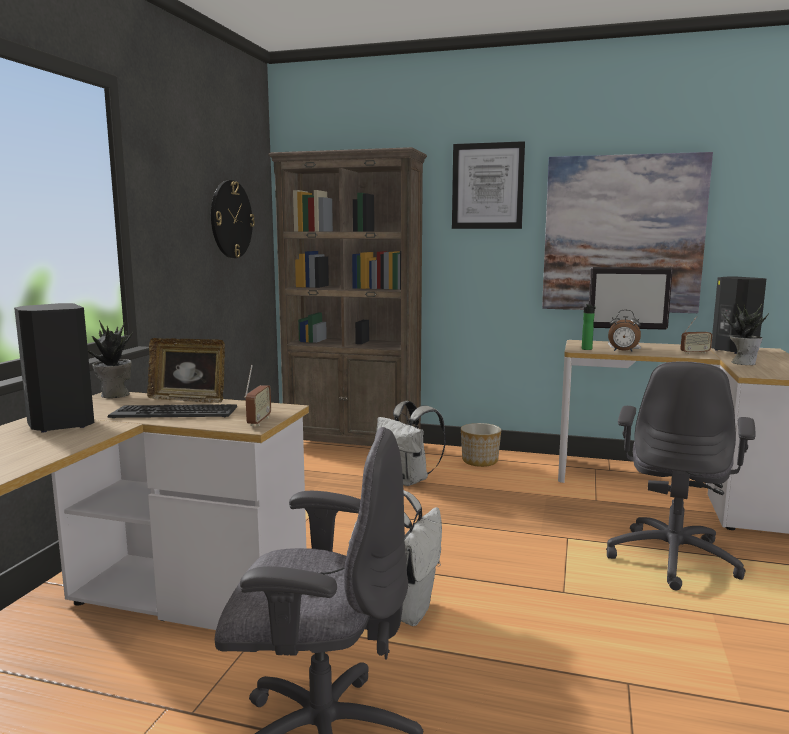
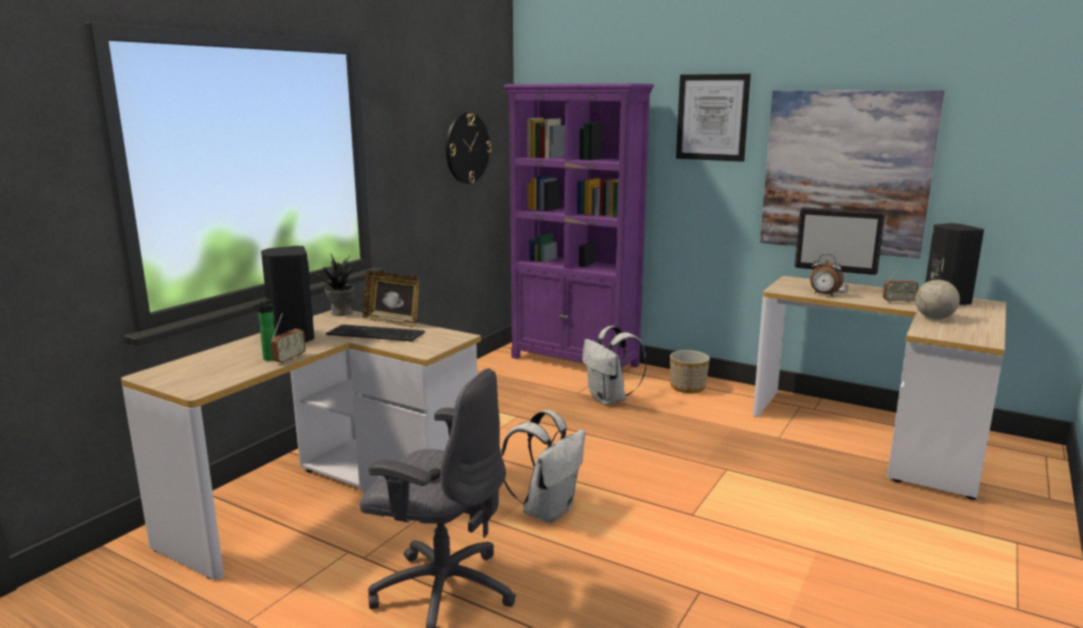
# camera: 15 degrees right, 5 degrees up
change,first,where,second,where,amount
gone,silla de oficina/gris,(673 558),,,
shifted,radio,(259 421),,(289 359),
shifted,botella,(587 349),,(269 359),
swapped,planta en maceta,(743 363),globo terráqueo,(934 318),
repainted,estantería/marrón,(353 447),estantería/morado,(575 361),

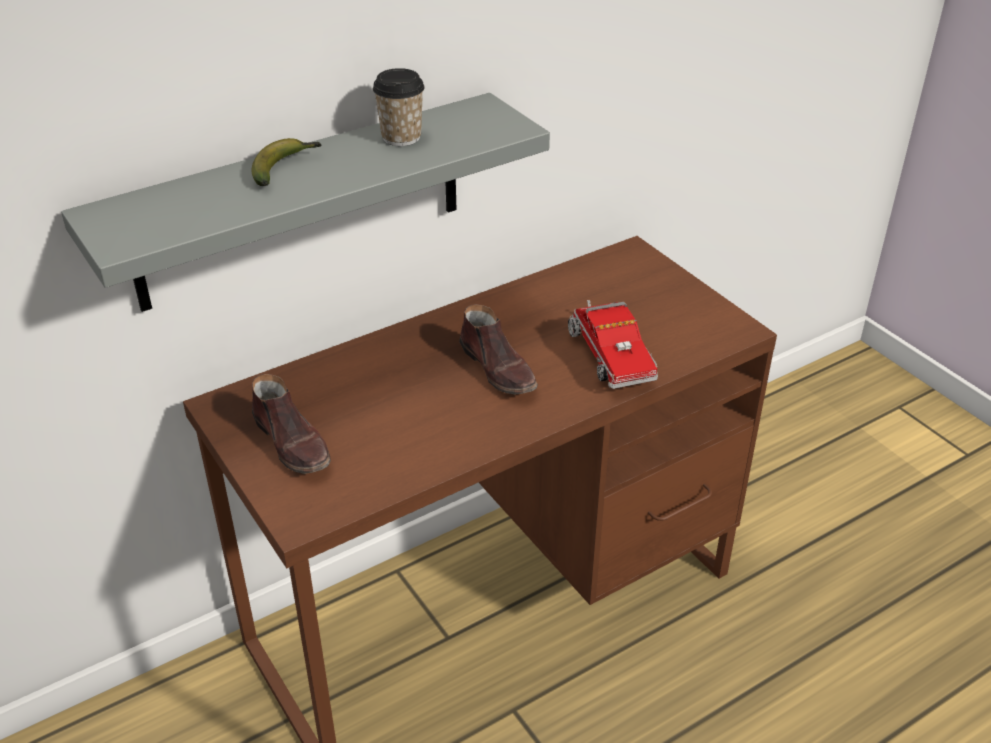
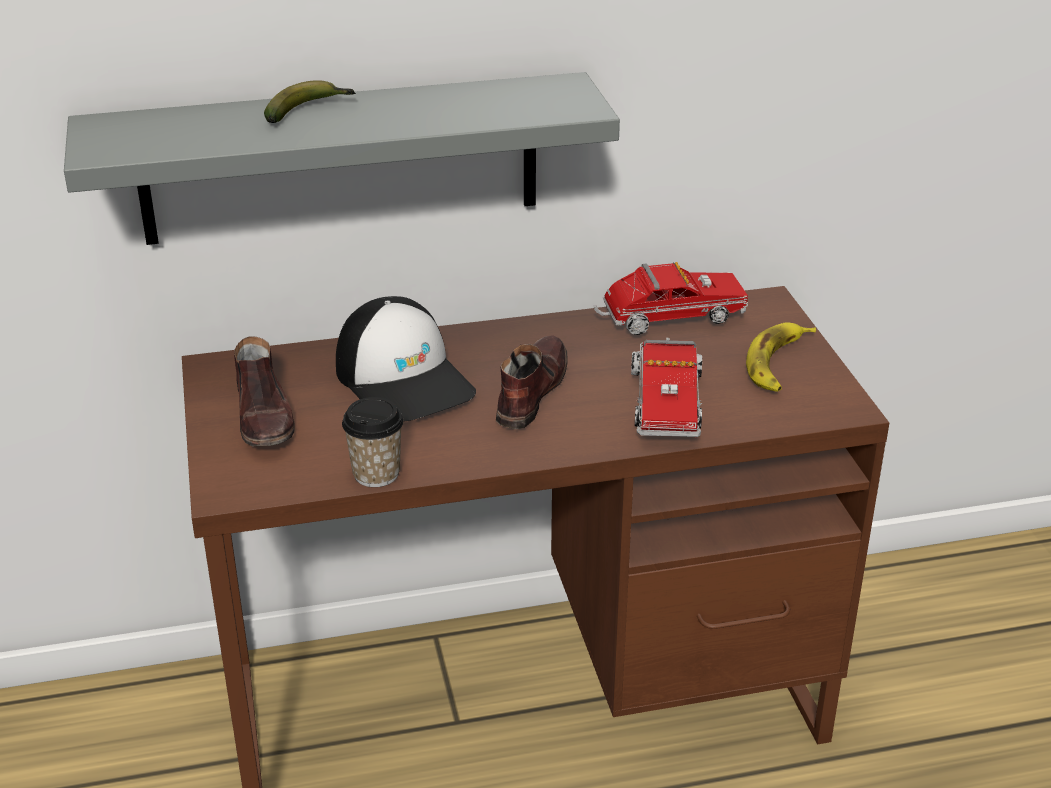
# camera: 20 degrees right, 5 degrees down
change,first,where,second,where,amount
new,,,gorra,(405 380),
new,,,camión de juguete,(666 319),
new,,,plátano,(778 364),
shifted,taza,(401 137),,(376 474),
rotated,zapato/marrón,(499 369),,(530 392),150 degrees counterclockwise

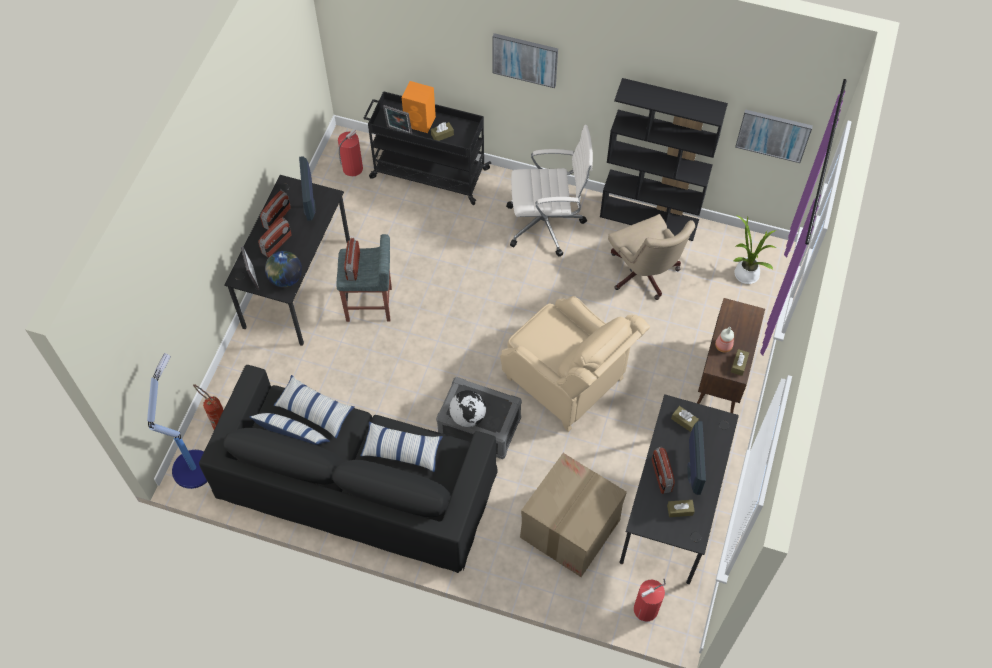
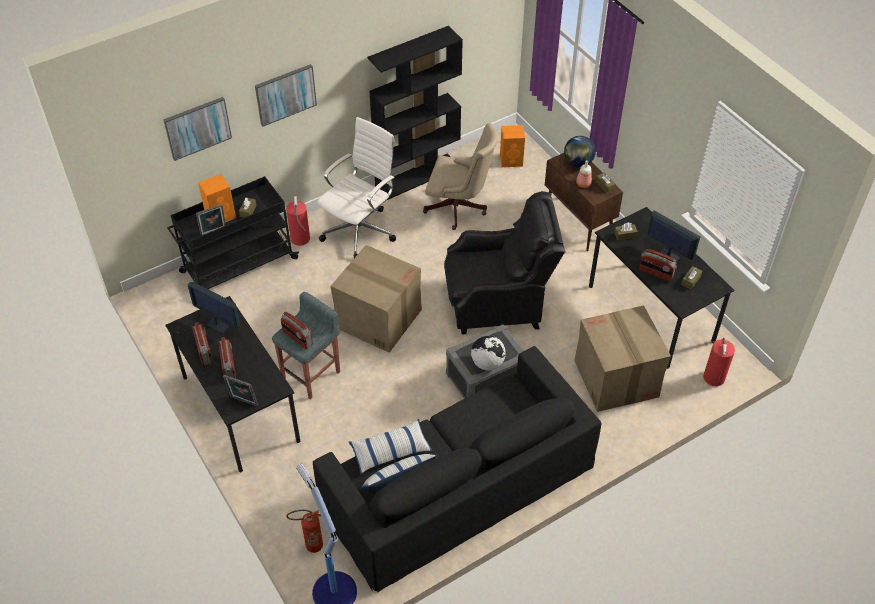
# camera: 50 degrees left, 10 degrees down
change,first,where,second,where,amount
gone,cojín,(402 450),,,
new,,,caja de cartón,(378 318),
shifted,globo terráqueo,(285 279),,(578 163),
shifted,extintor,(352 169),,(300 239),
shifted,cuadro,(773 135),,(197 127),
swapped,planta en maceta,(745 273),altavoz/naranja,(512 160),
repainted,sillón/beis,(567 381),sillón/negro,(498 303),

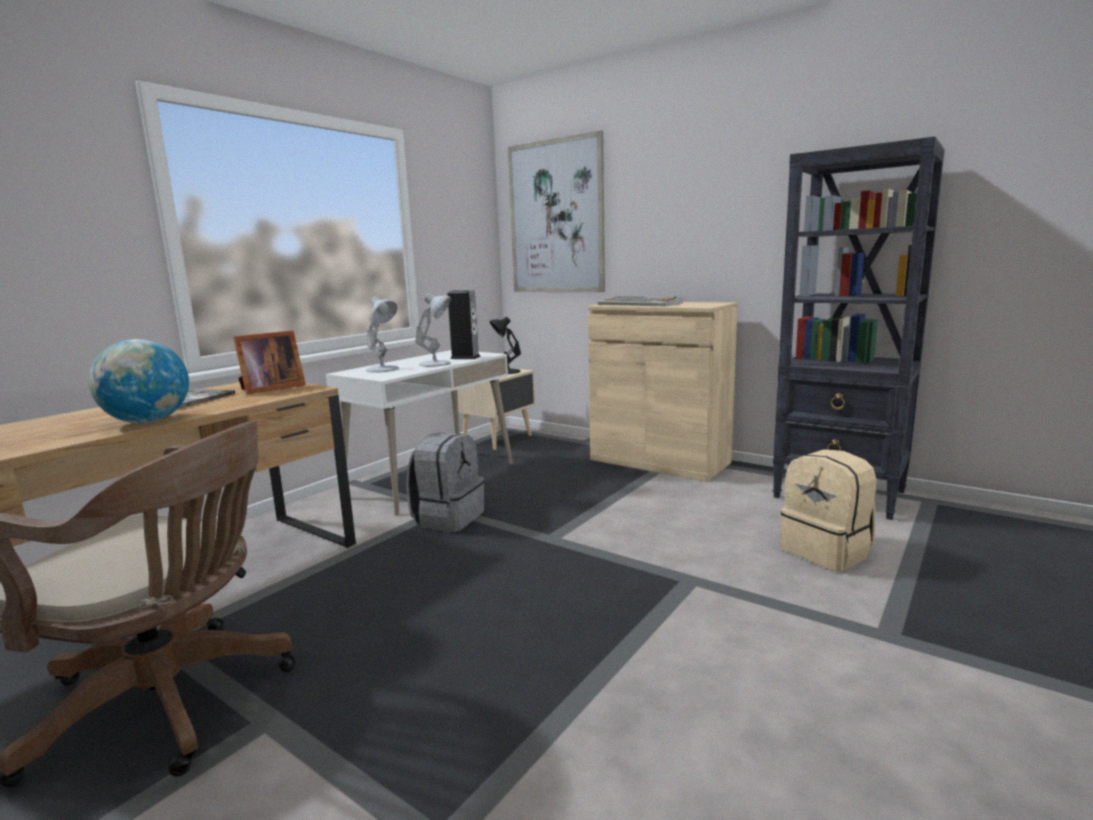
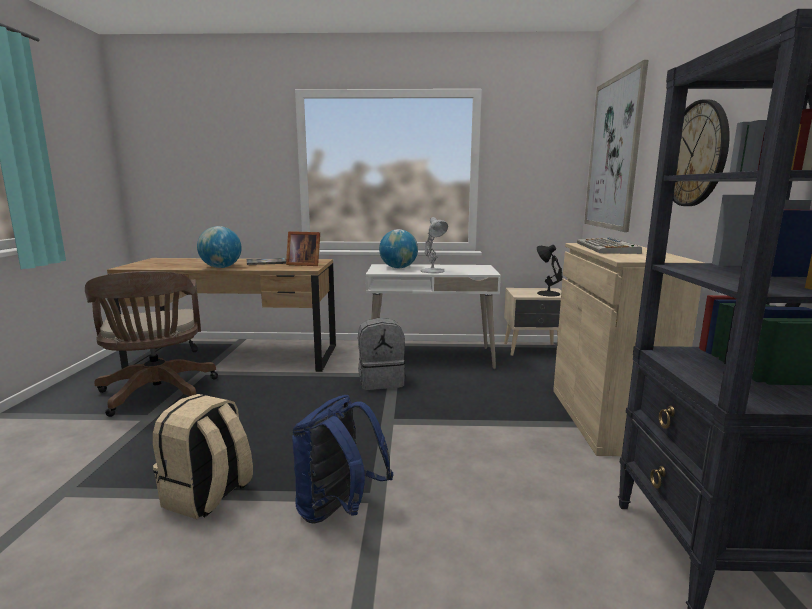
# camera: 55 degrees right, 0 degrees up
change,first,where,second,where,amount
gone,altavoz,(465 357),,,
new,,,mochila/azul,(338 510),
new,,,reloj de pared,(696 154),
shifted,mochila/beis,(827 551),,(208 496),
swapped,lámpara de mesa/blanco,(383 369),globo terráqueo,(398 268),

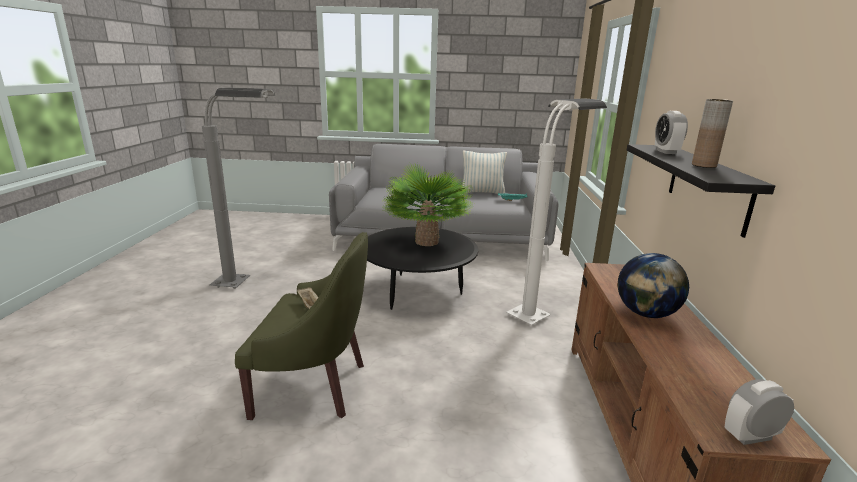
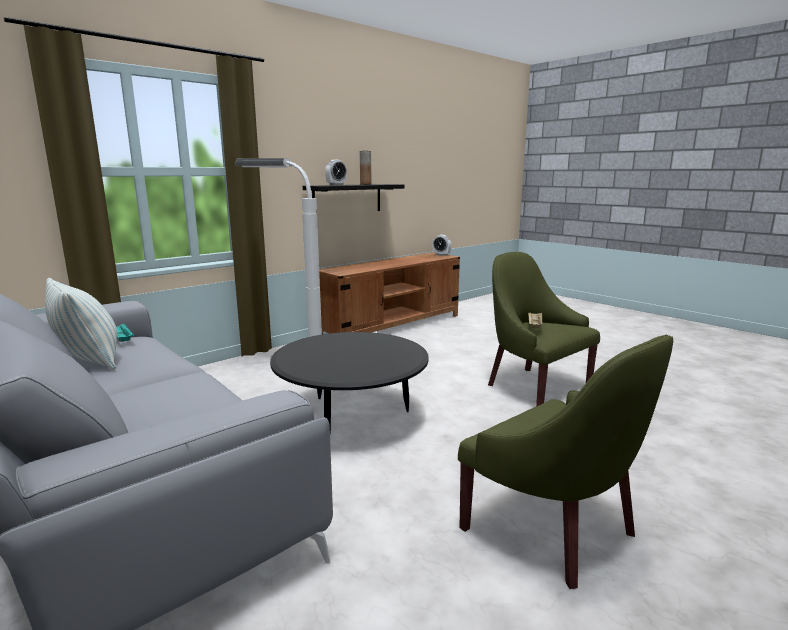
# camera: 135 degrees left, 5 degrees down
change,first,where,second,where,amount
gone,planta en maceta,(426 242),,,
gone,globo terráqueo,(646 313),,,
swapped,lámpara de pie/gris,(250 284),sillón/verde,(554 528),

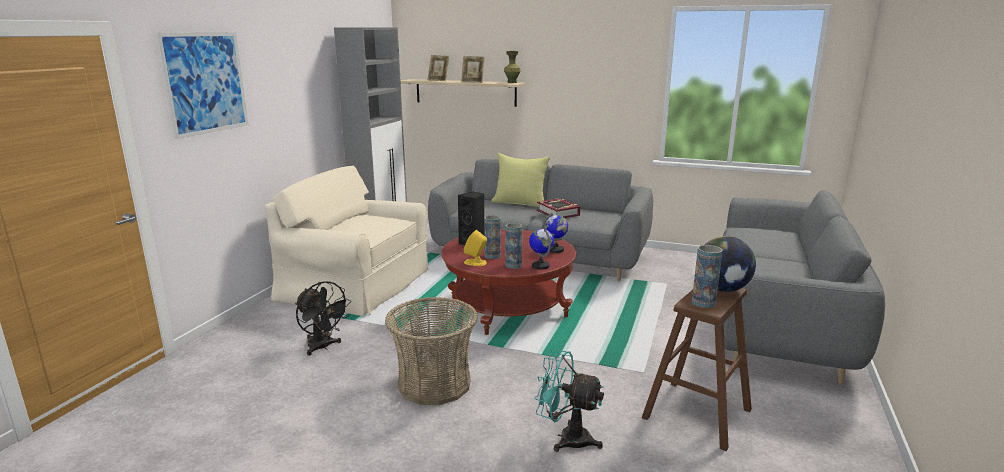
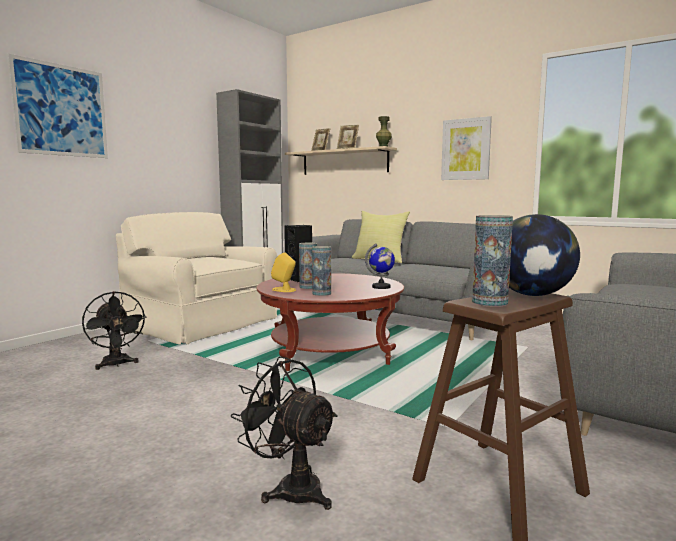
# camera: 15 degrees right, 10 degrees down
change,first,where,second,where,amount
gone,cesta,(434 384),,,
gone,globo terráqueo,(540 266),,,
gone,libro,(558 213),,,
new,,,cuadro,(466 149),
repainted,ventilador/turquesa,(566 438),ventilador/negro,(291 488),

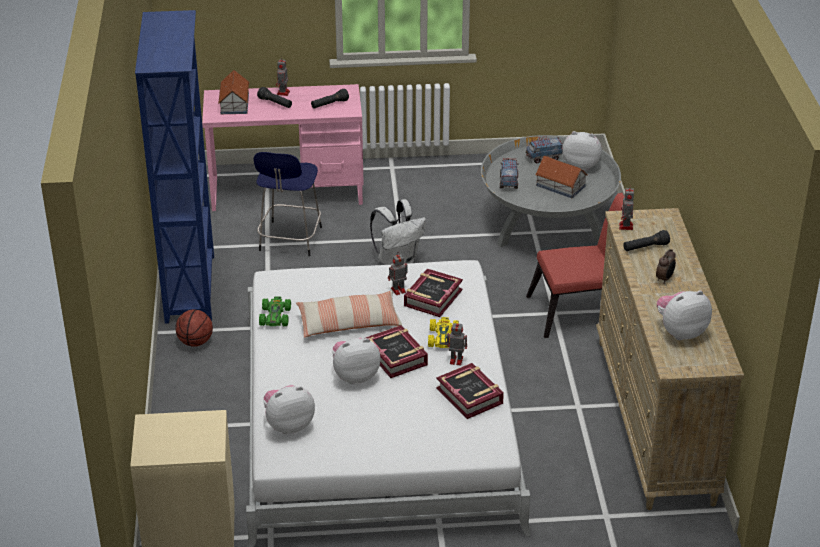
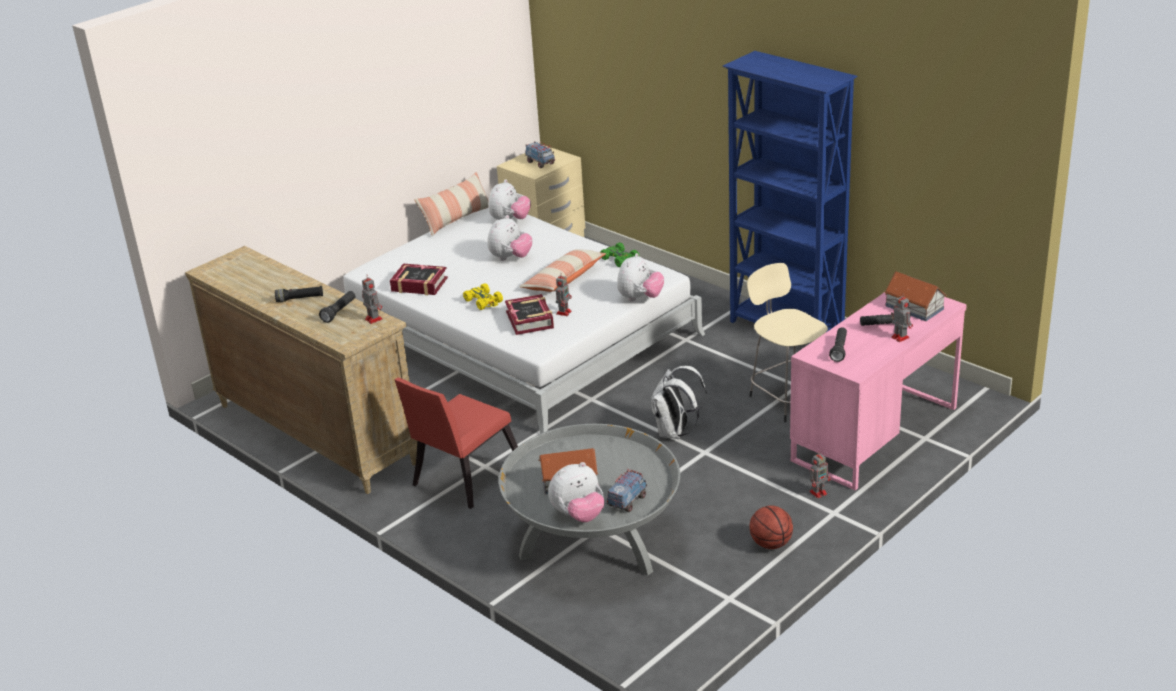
# camera: 140 degrees right, 5 degrees down
change,first,where,second,where,amount
gone,libro,(396 356),,,
new,,,cojín,(456 219),
shifted,balón de baloncesto,(195 342),,(770 544),
shifted,robot de juguete,(455 360),,(819 492),
shifted,camión de juguete,(508 182),,(540 163),
shifted,peluche,(680 332),,(640 298),
swapped,despertador,(665 279),linterna/negro,(300 299),
repainted,taburete/azul,(289 240),taburete/beis,(788 398),

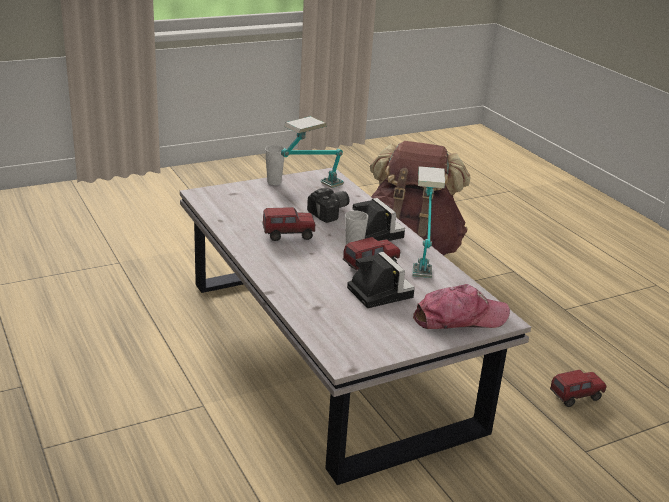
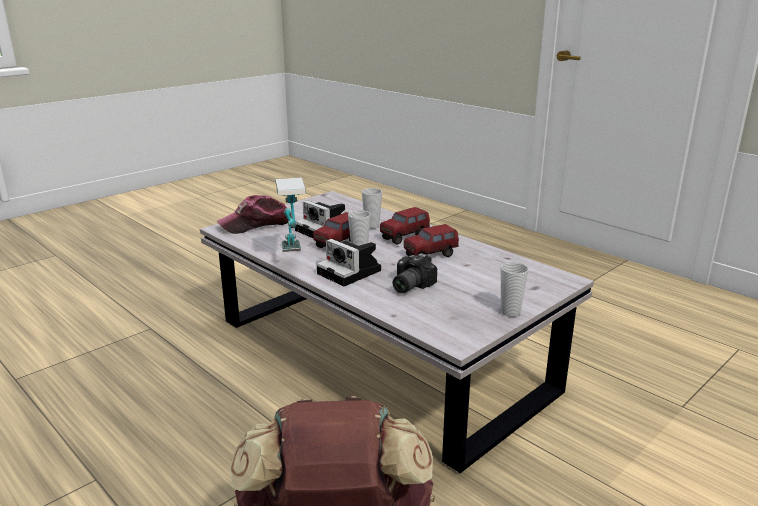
# camera: 165 degrees right, 5 degrees down
change,first,where,second,where,amount
gone,lámpara de mesa,(311 189),,,
new,,,taza,(372 226),
shifted,camión de juguete,(575 397),,(404 237),

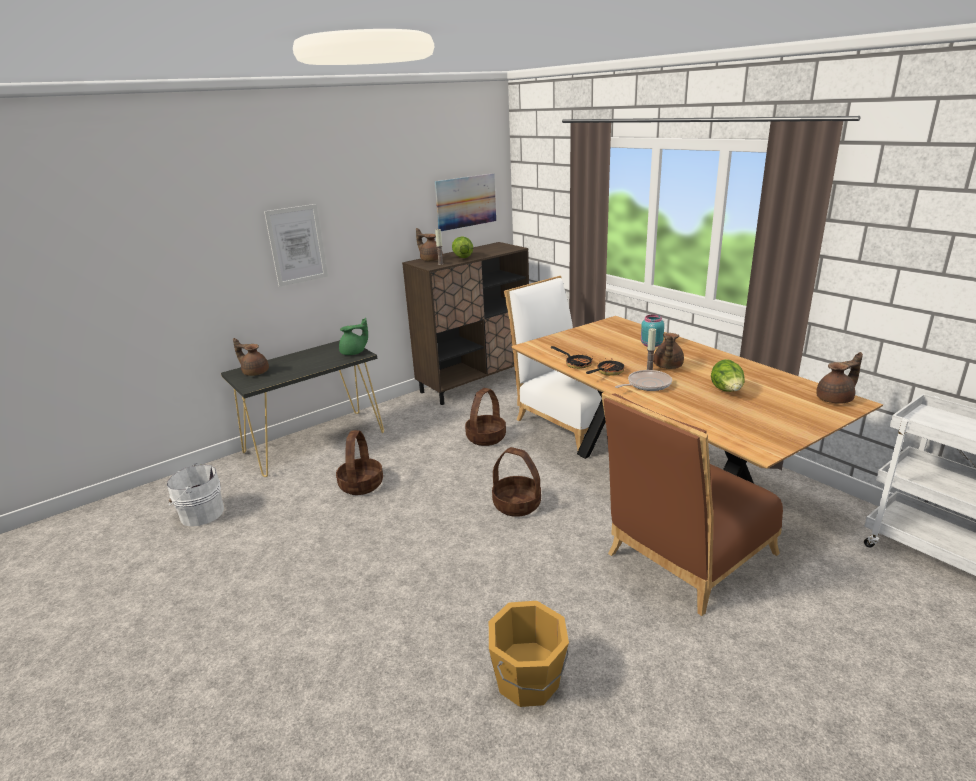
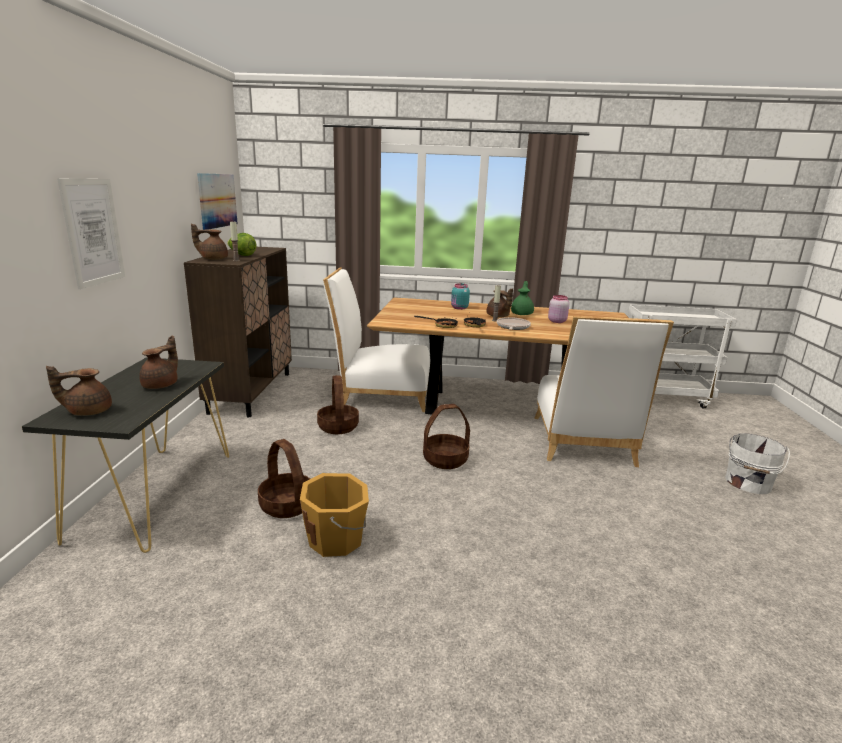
# camera: 50 degrees left, 5 degrees down
change,first,where,second,where,amount
shifted,cubo/blanco,(200 514),,(748 483),
shifted,tetera/verde,(354 353),,(522 314),
shifted,cubo/naranja,(529 681),,(337 539),
shifted,tetera/marrón,(836 399),,(162 385),
swapped,lechuga,(727 391),tarro/rosa,(556 321),
repainted,silla/marrón,(685 558),silla/blanco,(583 444),

